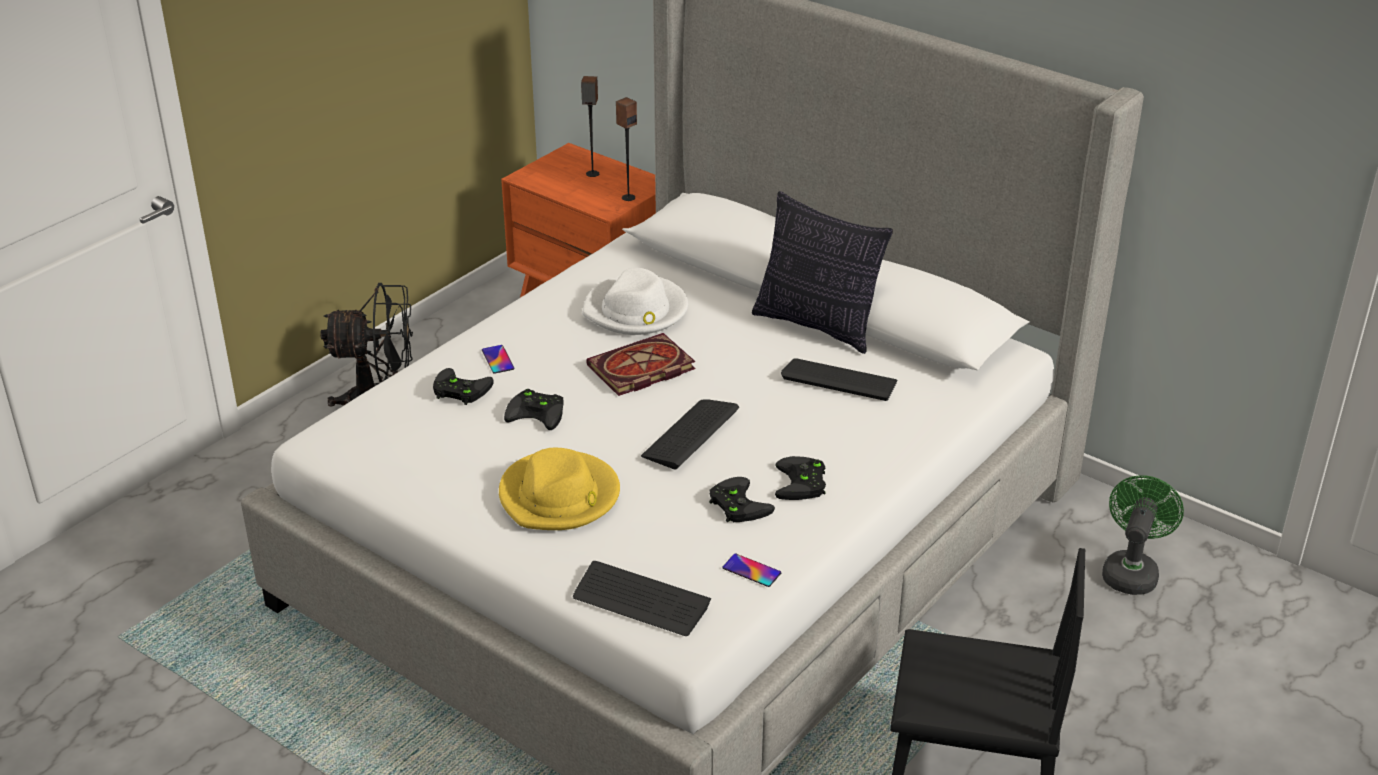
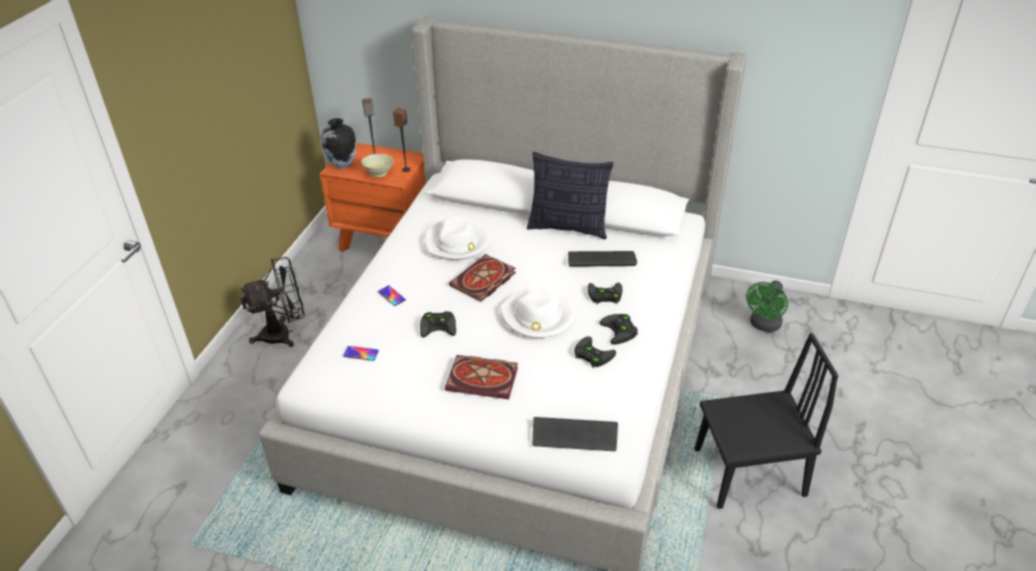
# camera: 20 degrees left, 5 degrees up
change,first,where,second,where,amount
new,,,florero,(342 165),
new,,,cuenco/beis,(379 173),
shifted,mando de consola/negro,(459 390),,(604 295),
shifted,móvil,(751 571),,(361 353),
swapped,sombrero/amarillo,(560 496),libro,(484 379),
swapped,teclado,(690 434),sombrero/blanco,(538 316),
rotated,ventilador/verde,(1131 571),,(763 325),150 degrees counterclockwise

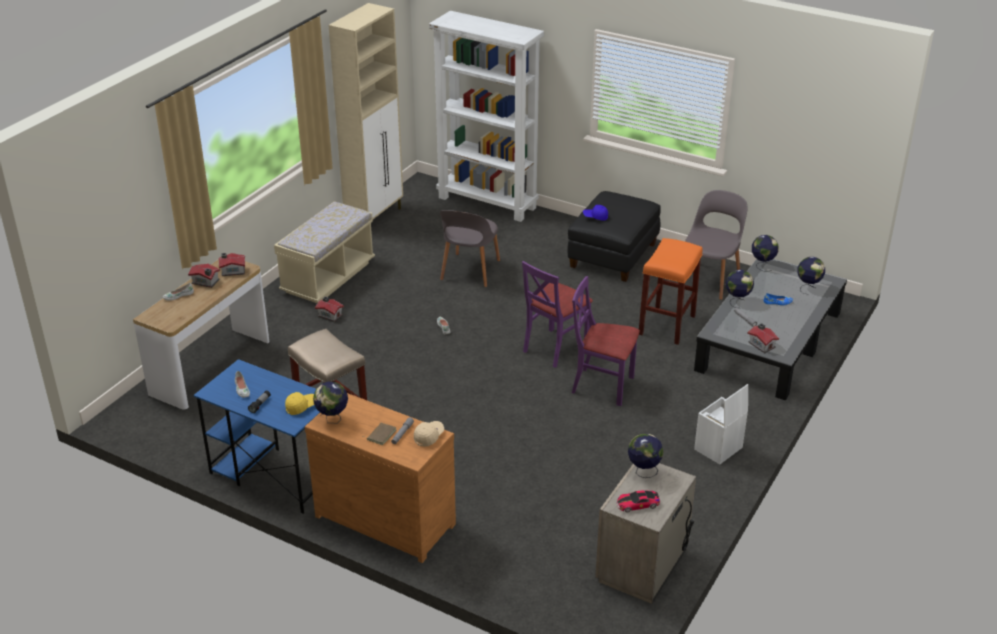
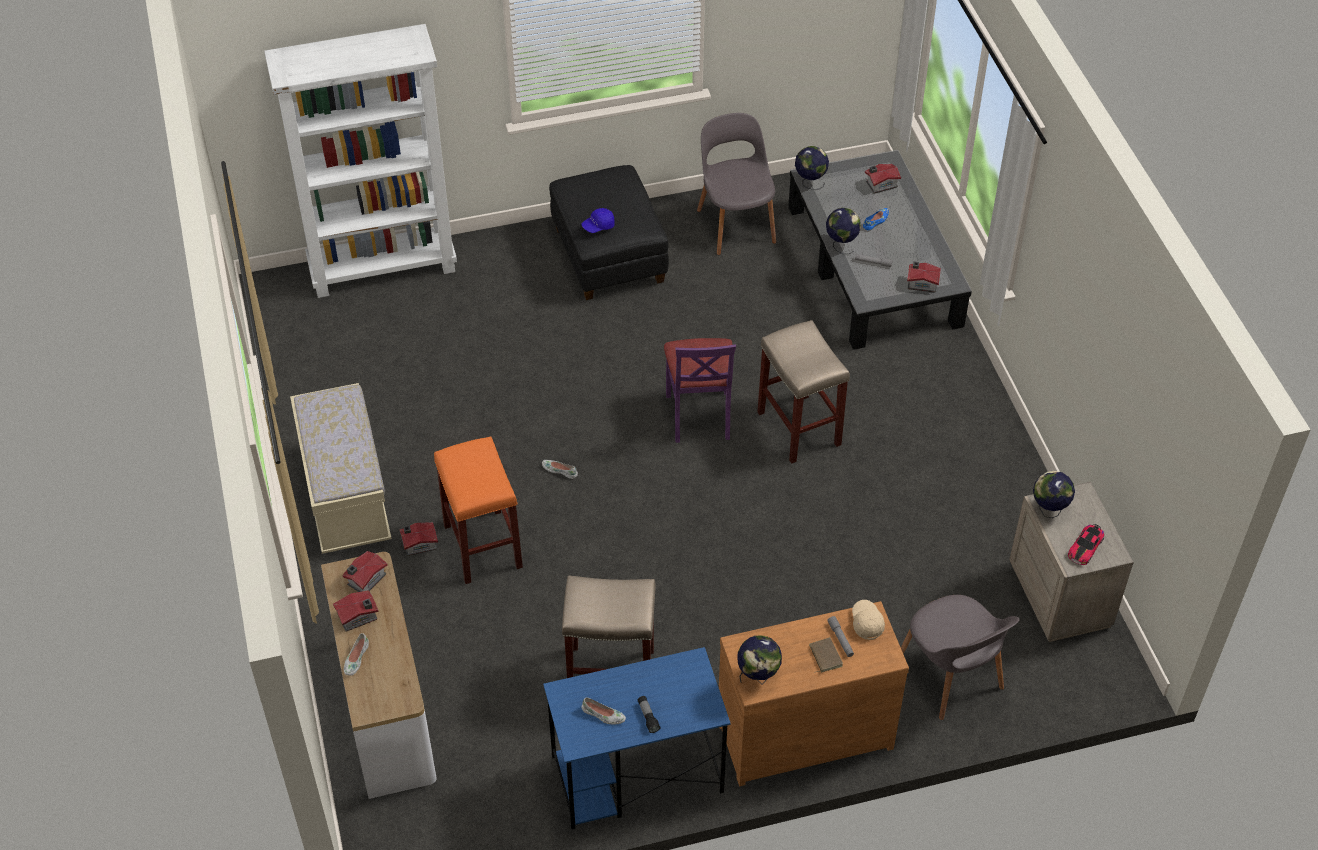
# camera: 45 degrees left, 15 degrees up
change,first,where,second,where,amount
gone,gorra/amarillo,(301 407),,,
gone,armario/beis,(375 218),,,
gone,caja de almacenaje/blanco,(718 449),,,
shifted,silla/gris,(469 271),,(950 676),
shifted,taburete/naranja,(666 324),,(482 545),
swapped,silla/morado,(602 385),taburete/beis,(797 428),
swapped,globo terráqueo,(808 288),casita,(880 184),

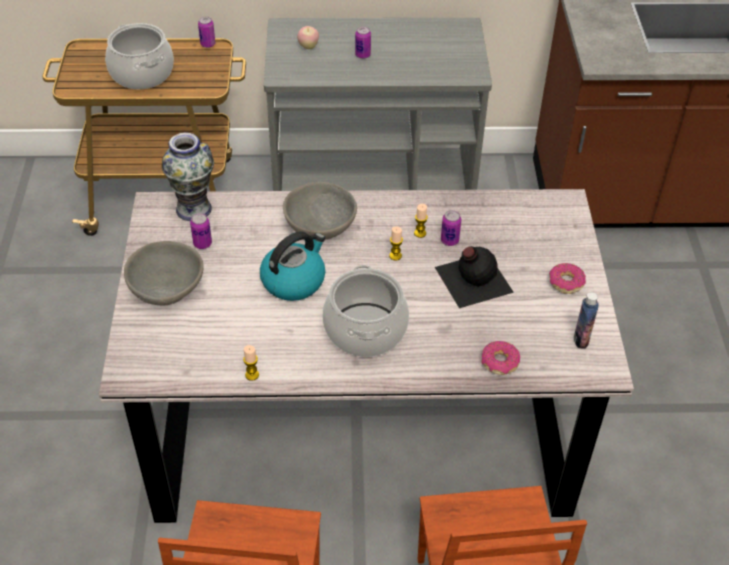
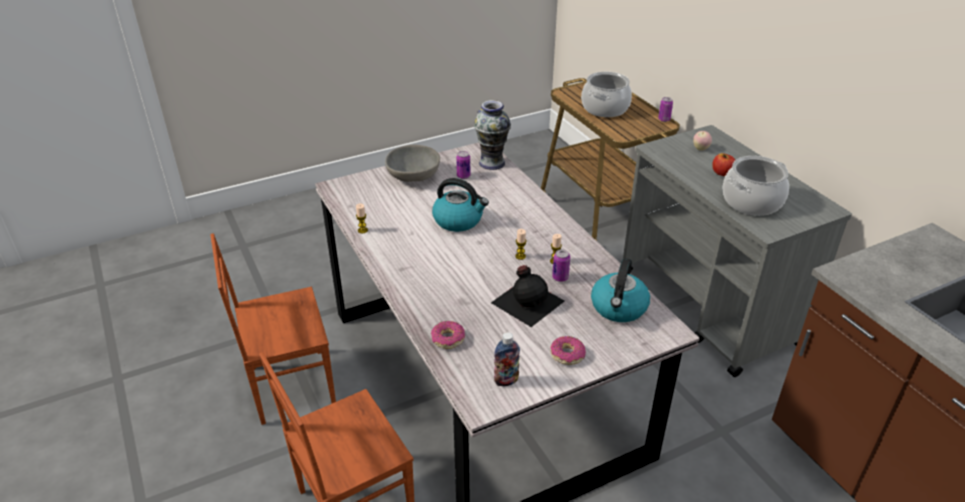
# camera: 65 degrees right, 10 degrees down
change,first,where,second,where,amount
gone,cuenco/gris,(321 226),,,
new,,,hervidor,(619 308),
shifted,olla,(366 330),,(752 202),
swapped,lata,(362 55),manzana,(722 173),

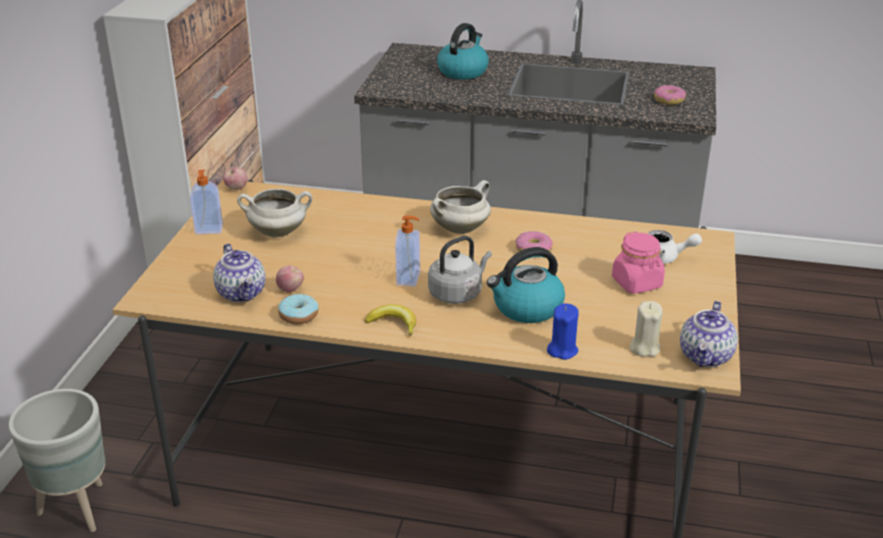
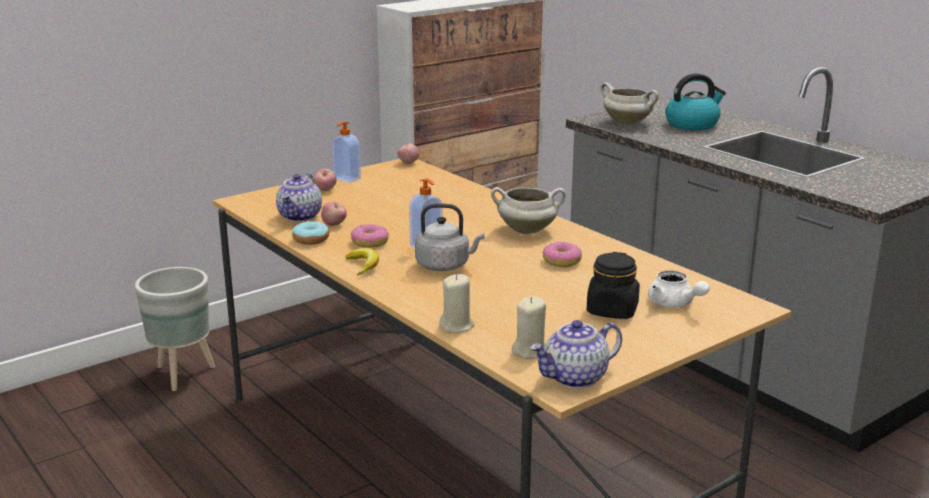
# camera: 40 degrees right, 10 degrees down
change,first,where,second,where,amount
gone,hervidor,(526 308),,,
new,,,manzana,(325 190),
shifted,olla/blanco,(278 232),,(628 123),
shifted,rosquilla,(669 100),,(369 242),
repainted,vela/azul,(562 350),vela/beis,(457 326),
repainted,tarro/rosa,(637 283),tarro/negro,(612 310),

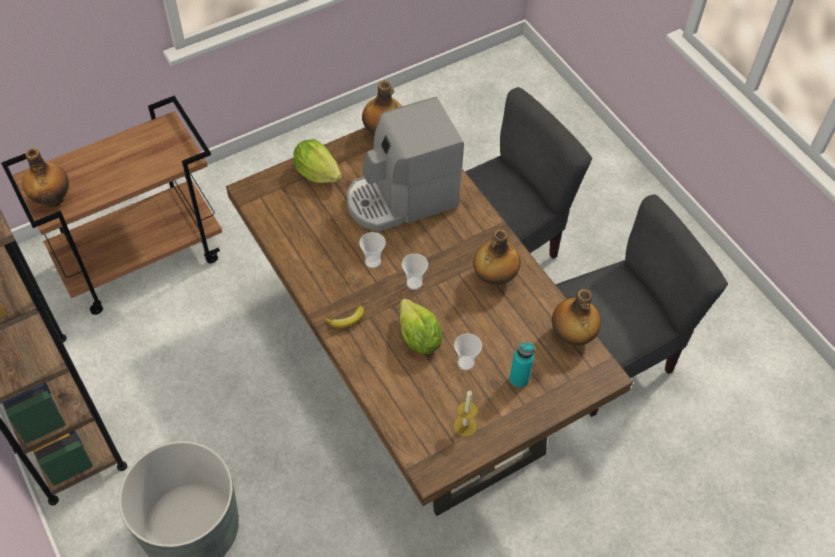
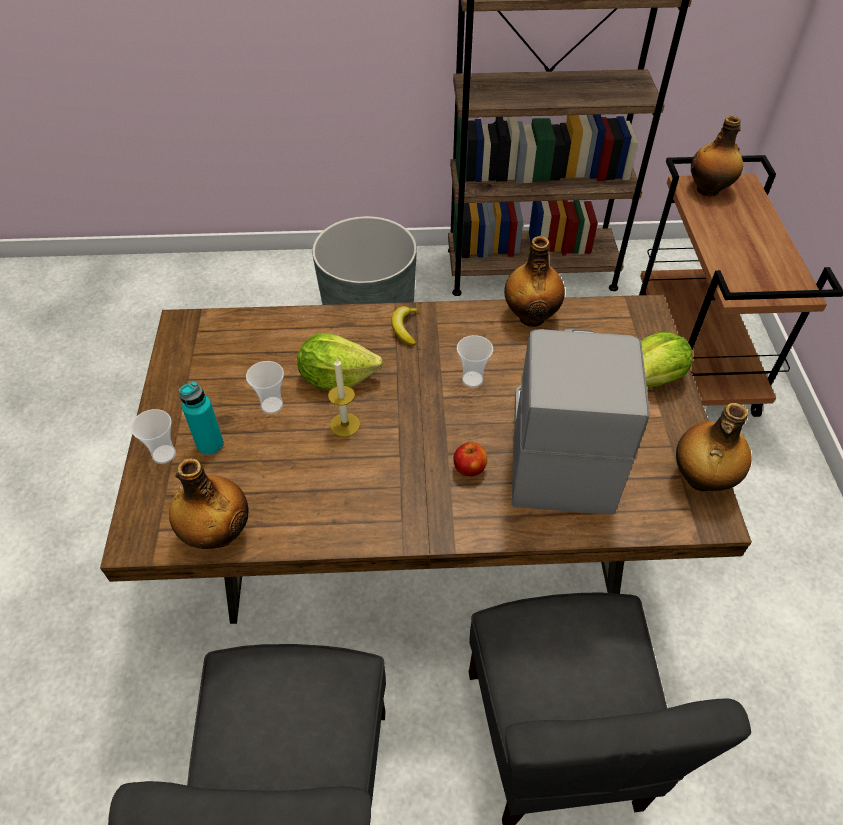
# camera: 120 degrees right, 5 degrees down
change,first,where,second,where,amount
new,,,manzana,(469 468),
shifted,taza,(414 283),,(164 454),
shifted,vela,(465 426),,(345 424),
shifted,botella,(494 277),,(531 316),

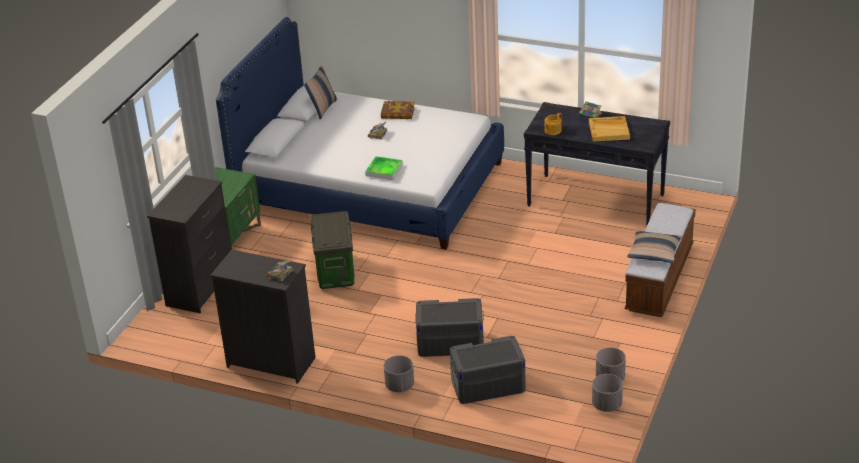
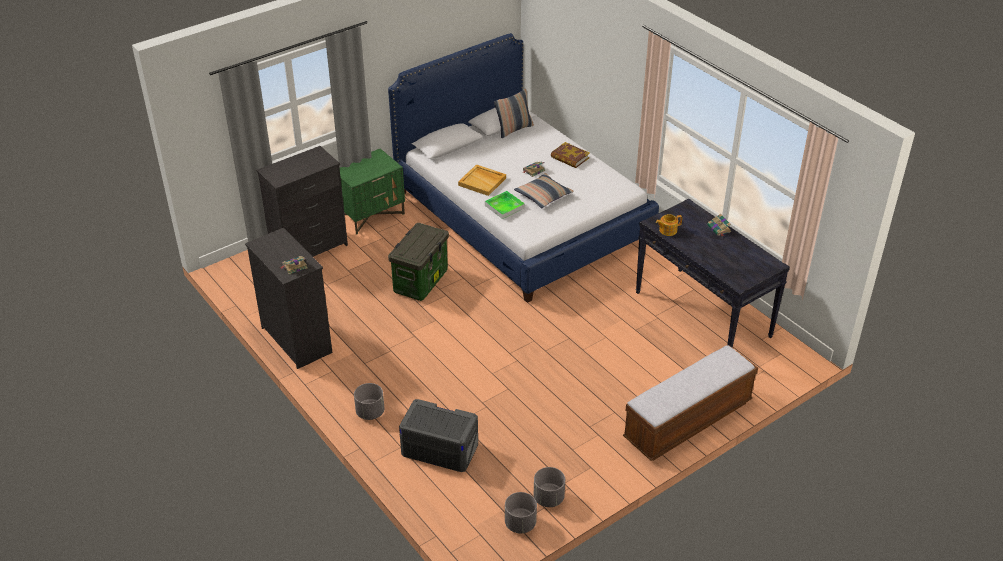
# camera: 30 degrees right, 5 degrees up
change,first,where,second,where,amount
gone,caja de almacenaje/gris,(450 342),,,
shifted,bandeja/beis,(609 130),,(482 181),
shifted,cojín,(654 252),,(543 195),

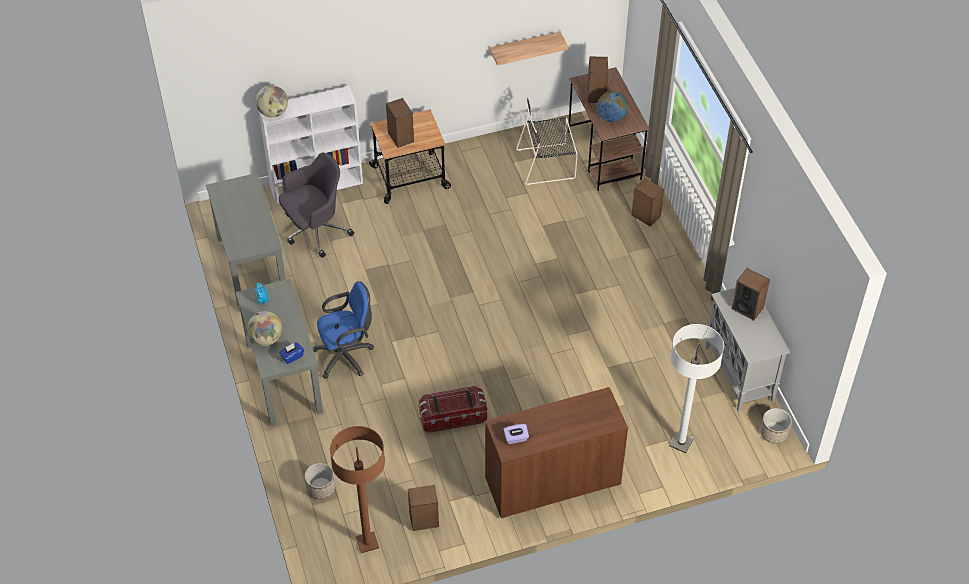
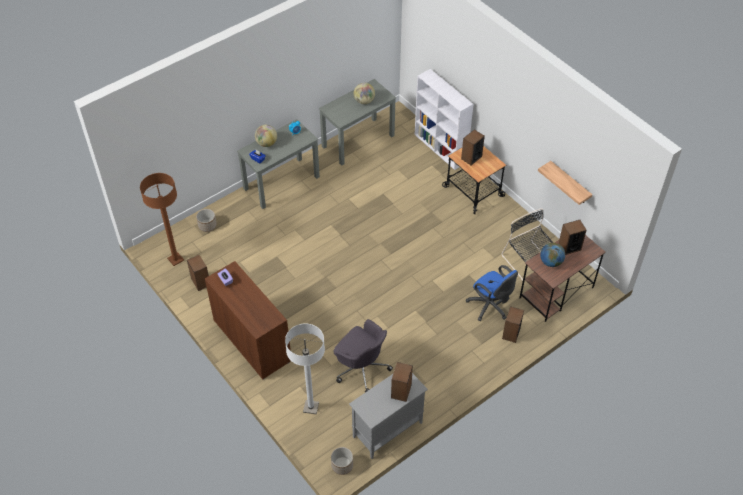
# camera: 70 degrees right, 0 degrees up
change,first,where,second,where,amount
gone,caja de almacenaje,(452 417),,,
shifted,globo terráqueo,(273 112),,(364 101),
shifted,silla de oficina/gris,(315 230),,(361 368),
shifted,silla de oficina/azul,(347 356),,(490 307),

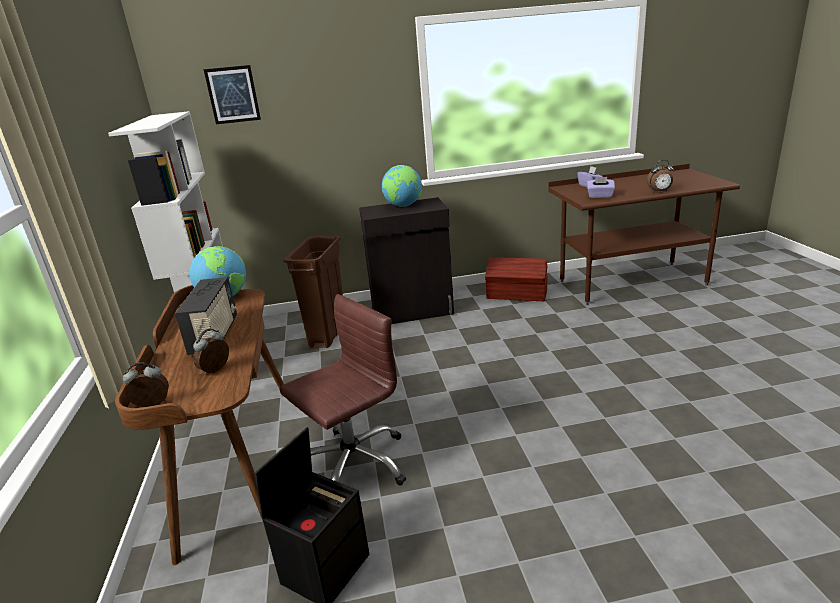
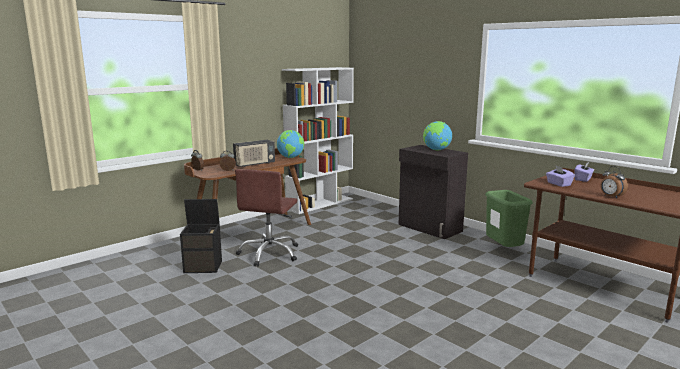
# camera: 55 degrees right, 10 degrees down
change,first,where,second,where,amount
gone,cuadro,(232 95),,,
gone,papelera/marrón,(328 334),,,
swapped,caja de almacenaje/marrón,(517 295),papelera/verde,(504 251),
rotated,silla de oficina/marrón,(353 465),,(269 254),90 degrees clockwise

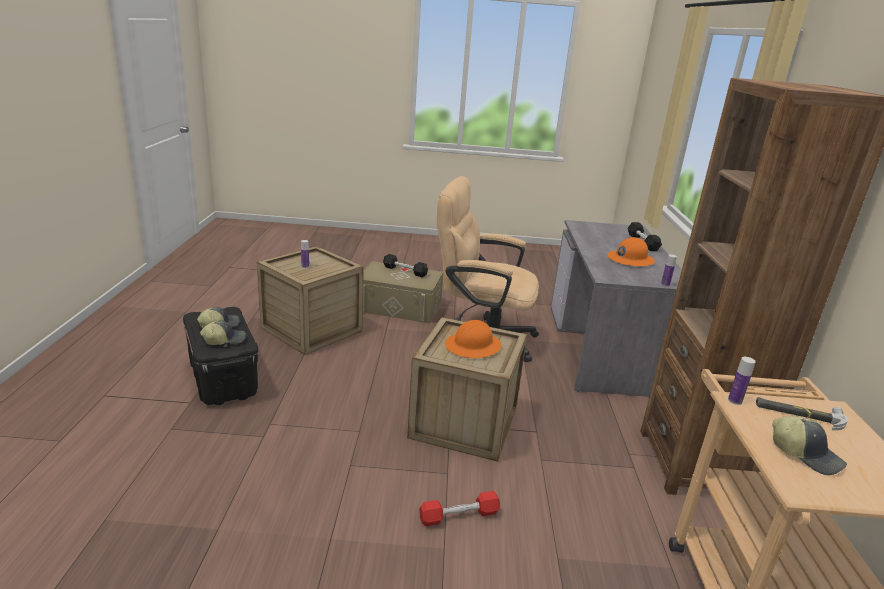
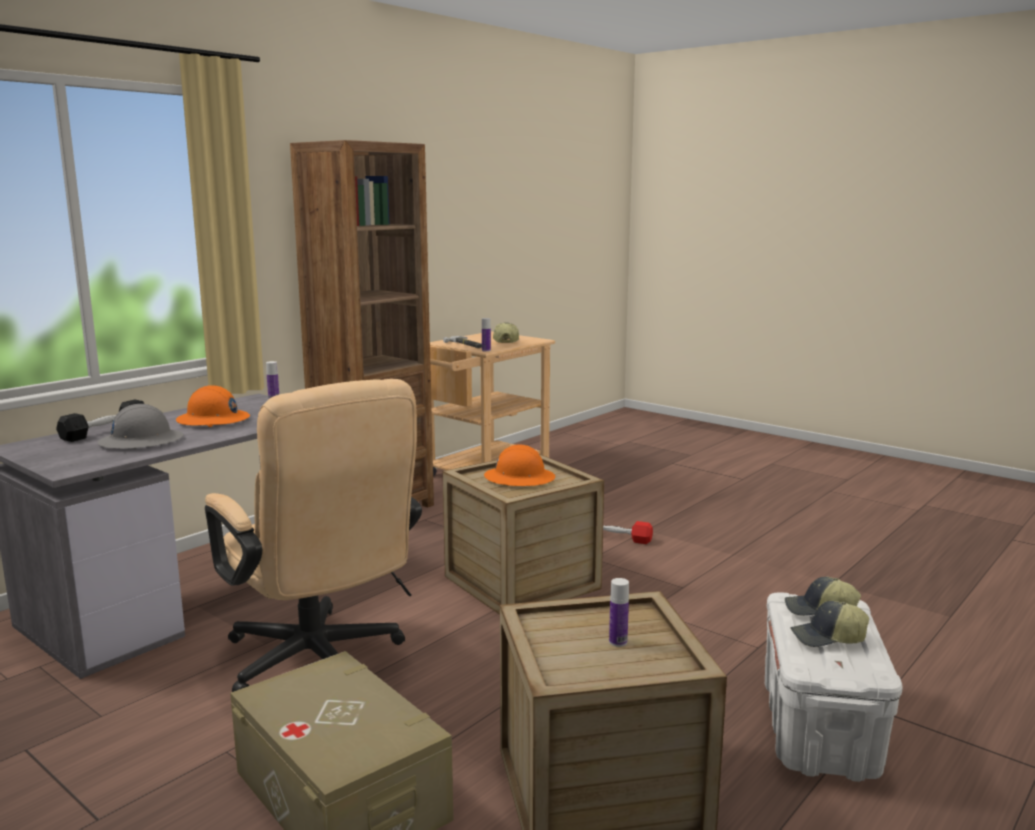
# camera: 140 degrees left, 10 degrees down
change,first,where,second,where,amount
gone,mancuerna/negro,(405 271),,,
new,,,casco/gris,(141 441),
repainted,caja de almacenaje/negro,(223 380),caja de almacenaje/blanco,(820 731),

